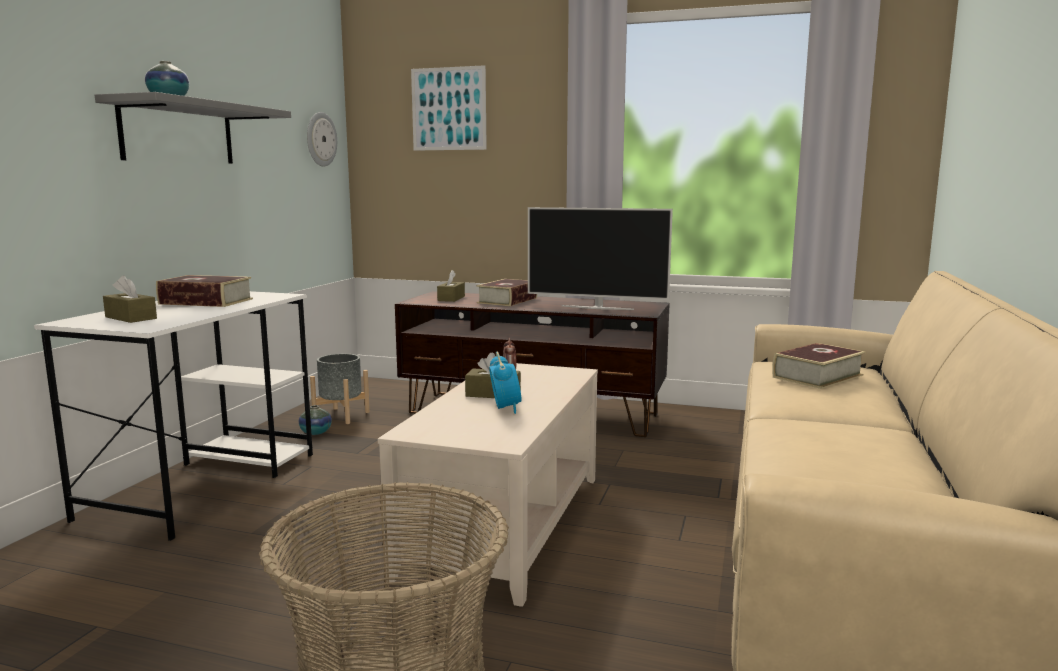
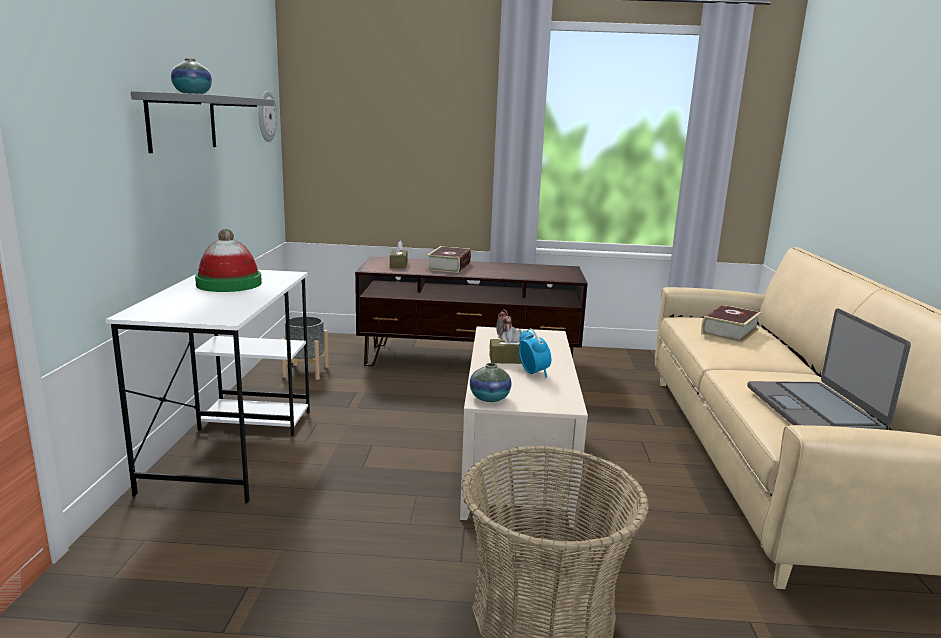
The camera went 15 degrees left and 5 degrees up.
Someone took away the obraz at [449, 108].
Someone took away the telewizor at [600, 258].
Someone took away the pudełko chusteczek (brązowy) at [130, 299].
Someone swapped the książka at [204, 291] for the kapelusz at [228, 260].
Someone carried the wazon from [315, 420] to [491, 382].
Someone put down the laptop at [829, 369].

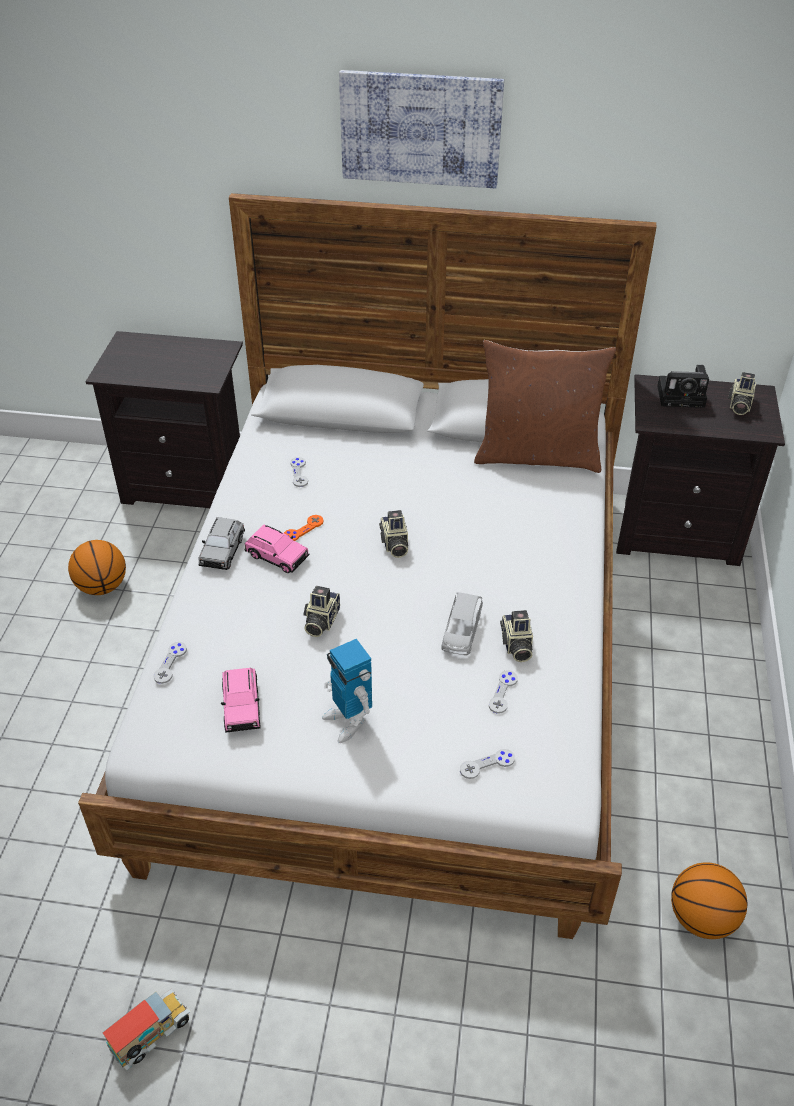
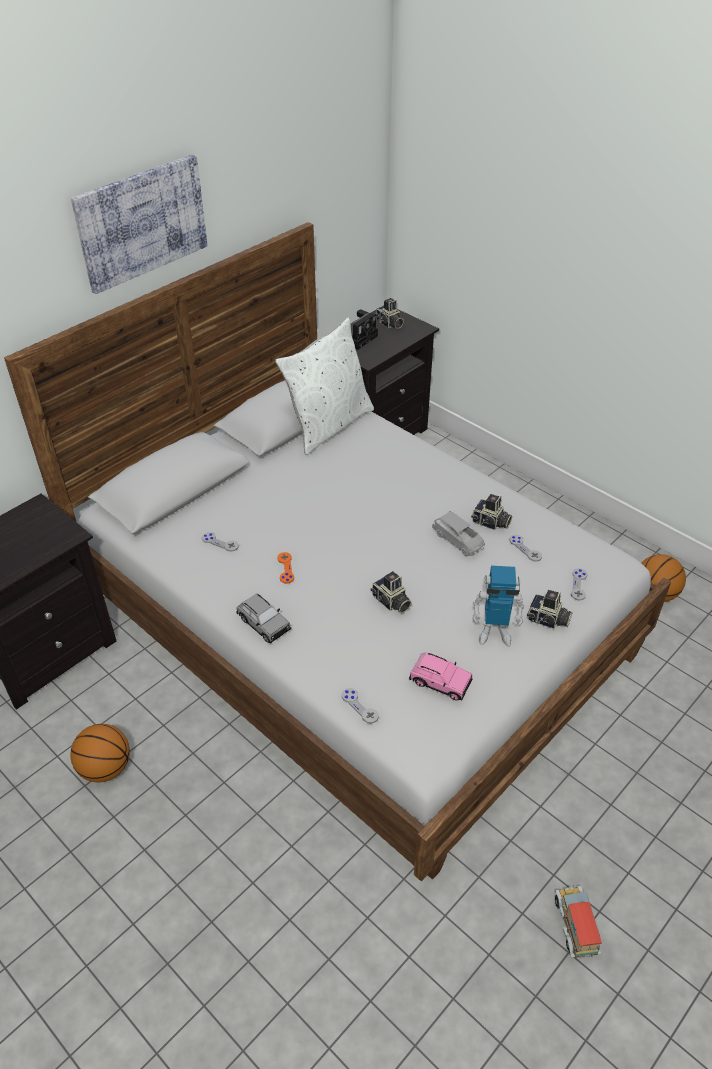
The camera went 55 degrees left and 0 degrees up.
Someone repainted the poduszka (brązowy) at [545, 406], which became the poduszka (biały) at [324, 386].
Someone carried the aparat fotograficzny from [393, 534] to [550, 609].
Someone took away the samochodzik (różowy) at [276, 549].

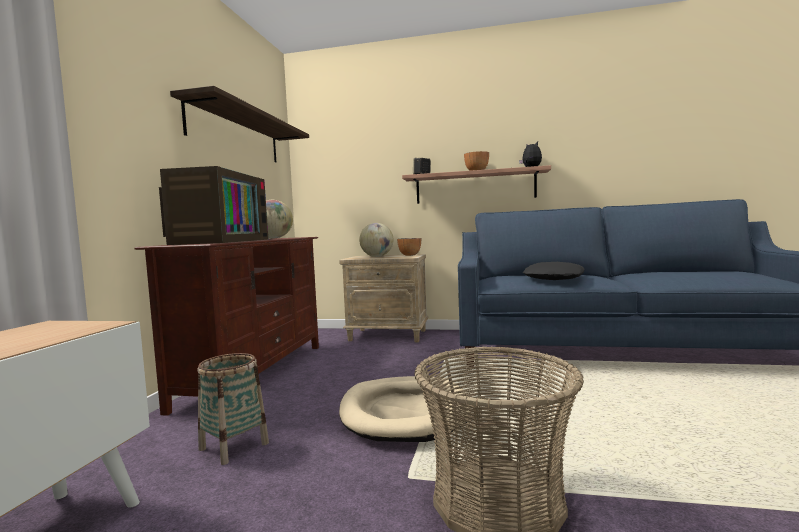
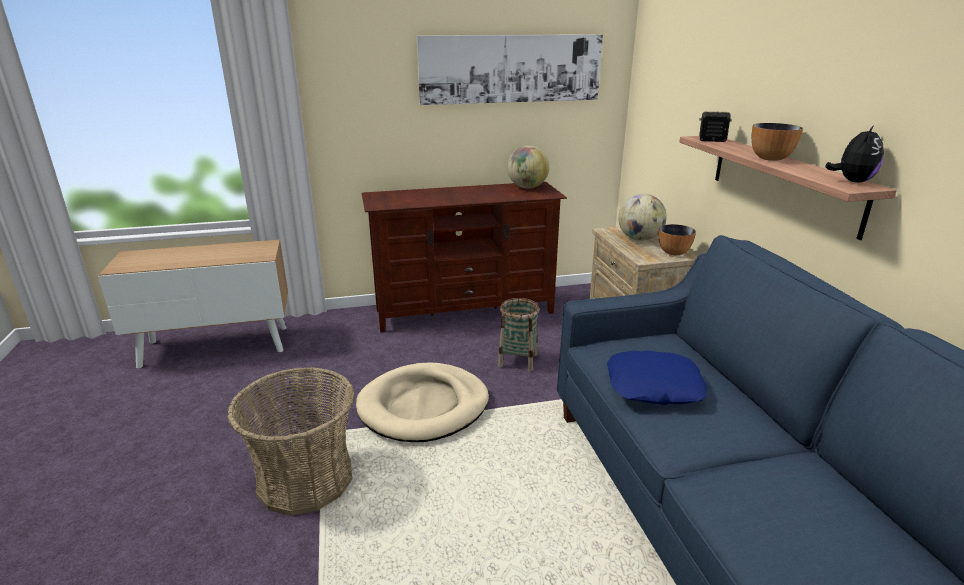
The camera went 65 degrees right and 20 degrees up.
Someone swapped the półka at [239, 124] for the obraz at [510, 70].
Someone took away the telewizor at [213, 205].
Someone repainted the poduszka (czarny) at [553, 271], which became the poduszka (niebieski) at [657, 377].
Someone carried the koszyk from [233, 409] to [518, 334].

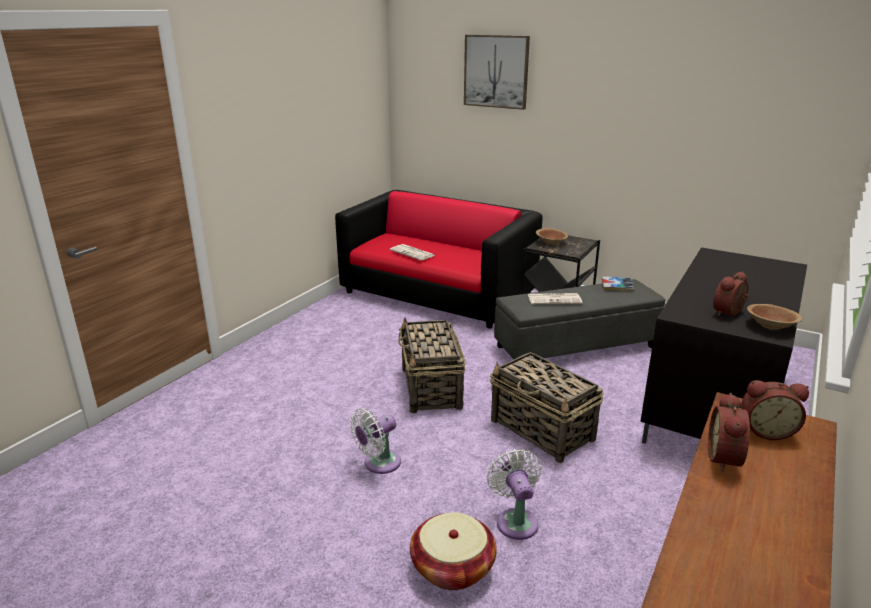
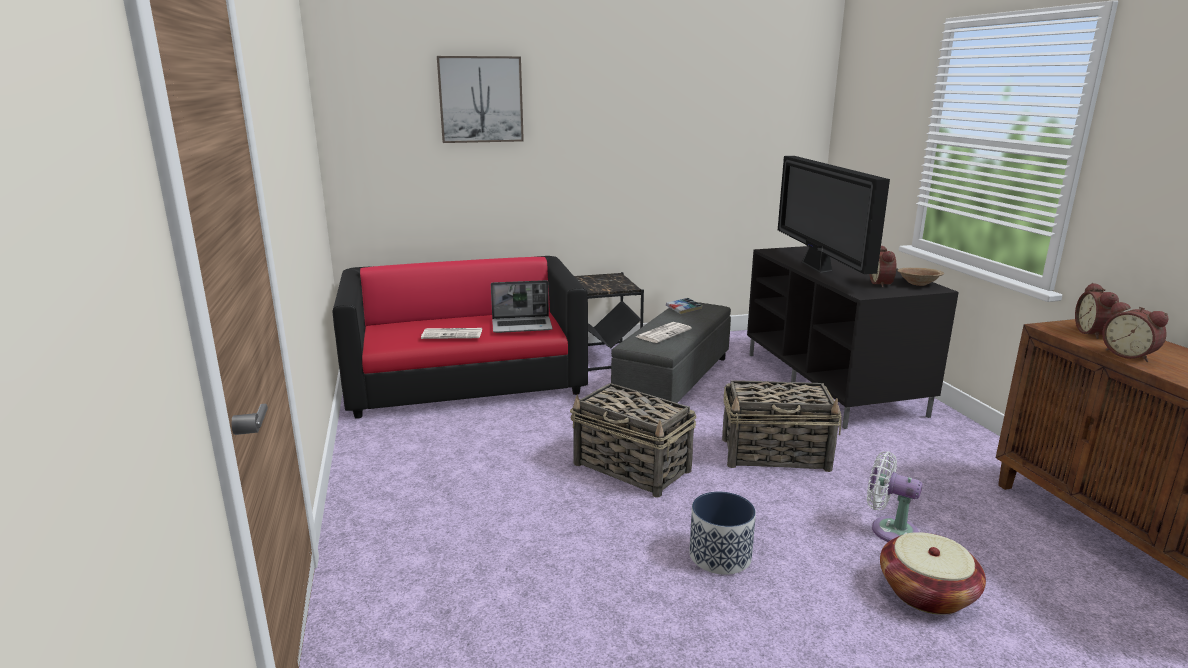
The camera went 45 degrees left and 5 degrees down.
Someone took away the miska (brązowy) at [552, 236].
Someone rotated the budzik at [775, 410] by 135 degrees clockwise.
Someone swapped the wentylator (biały) at [375, 441] for the donica at [722, 533].
Someone put down the telewizor at [834, 215].
Someone put down the laptop at [522, 306].

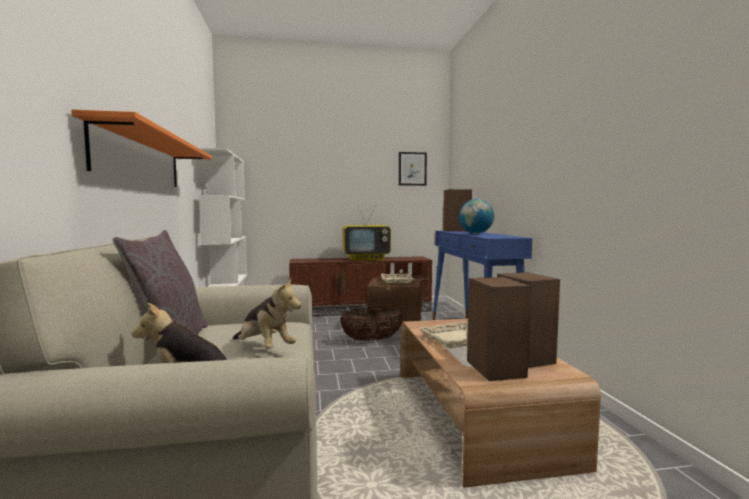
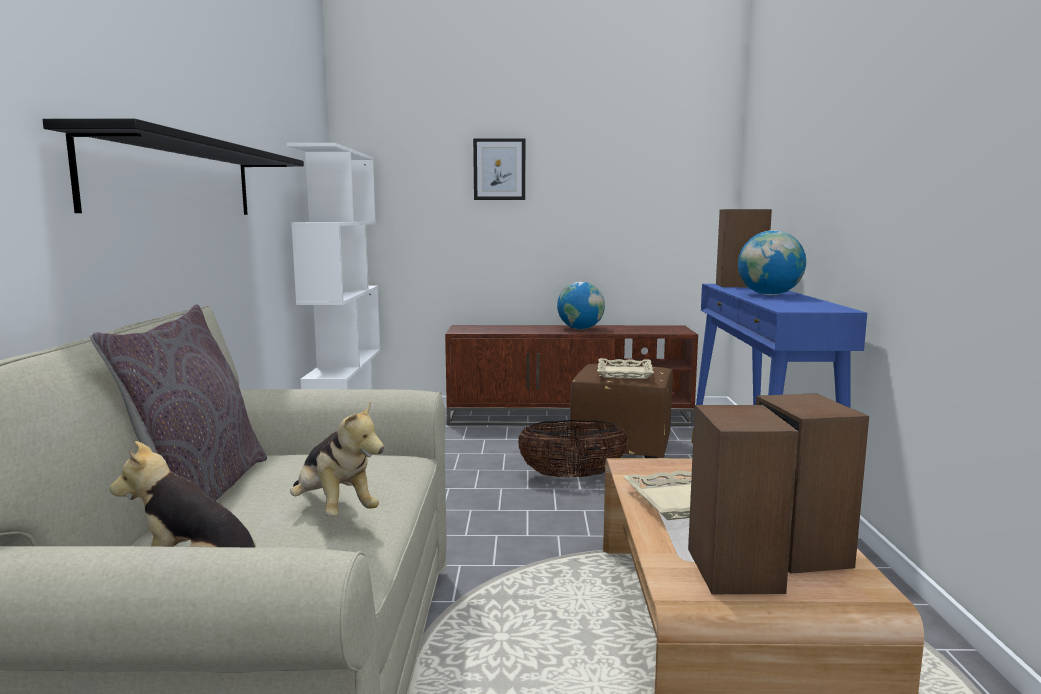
The camera went 10 degrees right and 5 degrees up.
Someone repainted the półka (pomarańczowy) at [141, 148], which became the półka (czarny) at [173, 166].
Someone carried the obraz from [413, 169] to [499, 169].
Someone swapped the telewizor at [367, 233] for the globus at [581, 305].

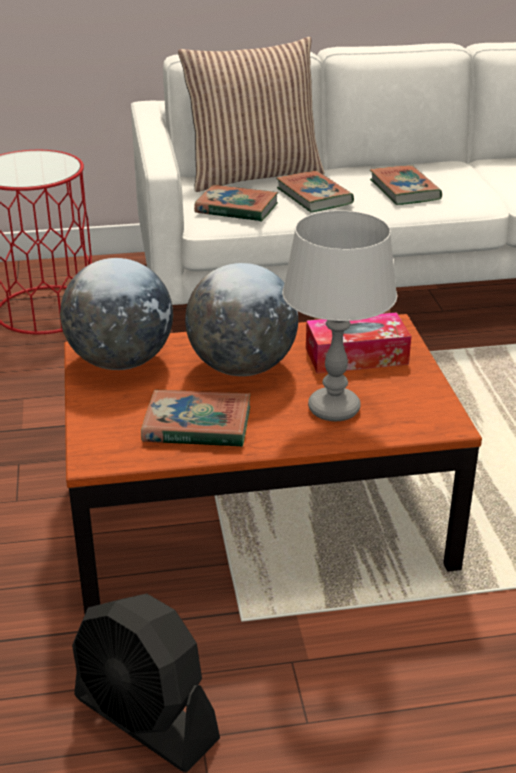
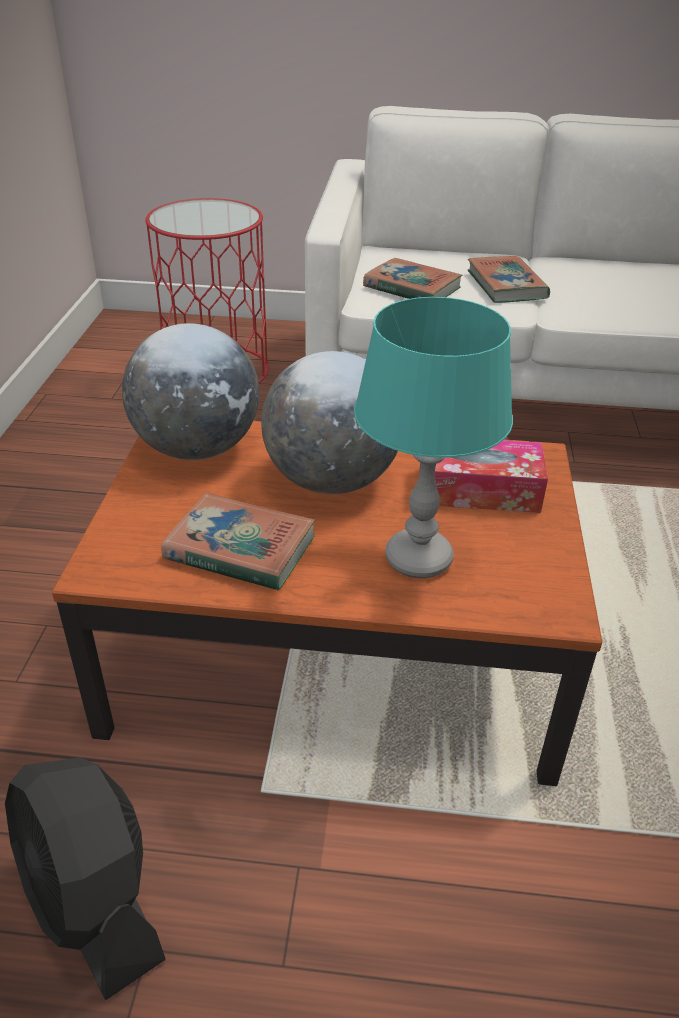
The camera went 15 degrees right and 5 degrees up.
Someone took away the poduszka at [251, 114].
Someone took away the książka at [406, 185].
Someone repainted the lampa stołowa (szary) at [339, 315], which became the lampa stołowa (turkusowy) at [433, 437].

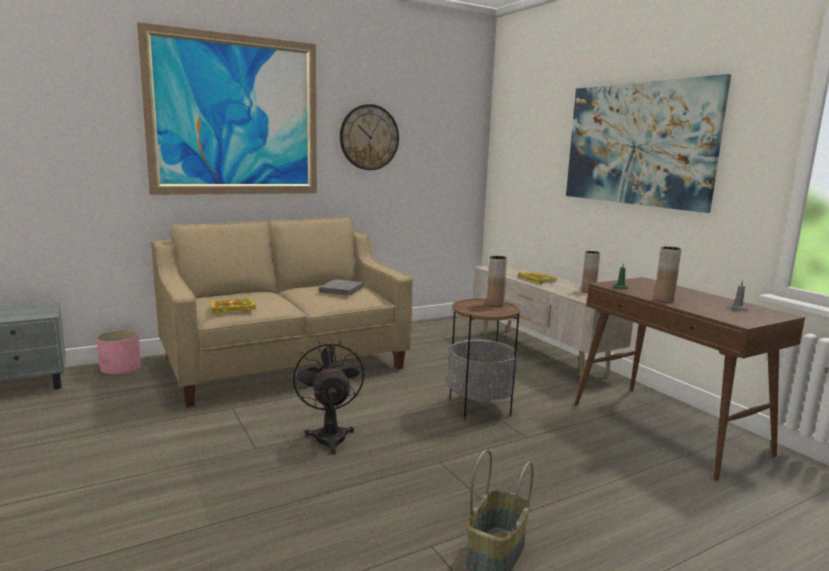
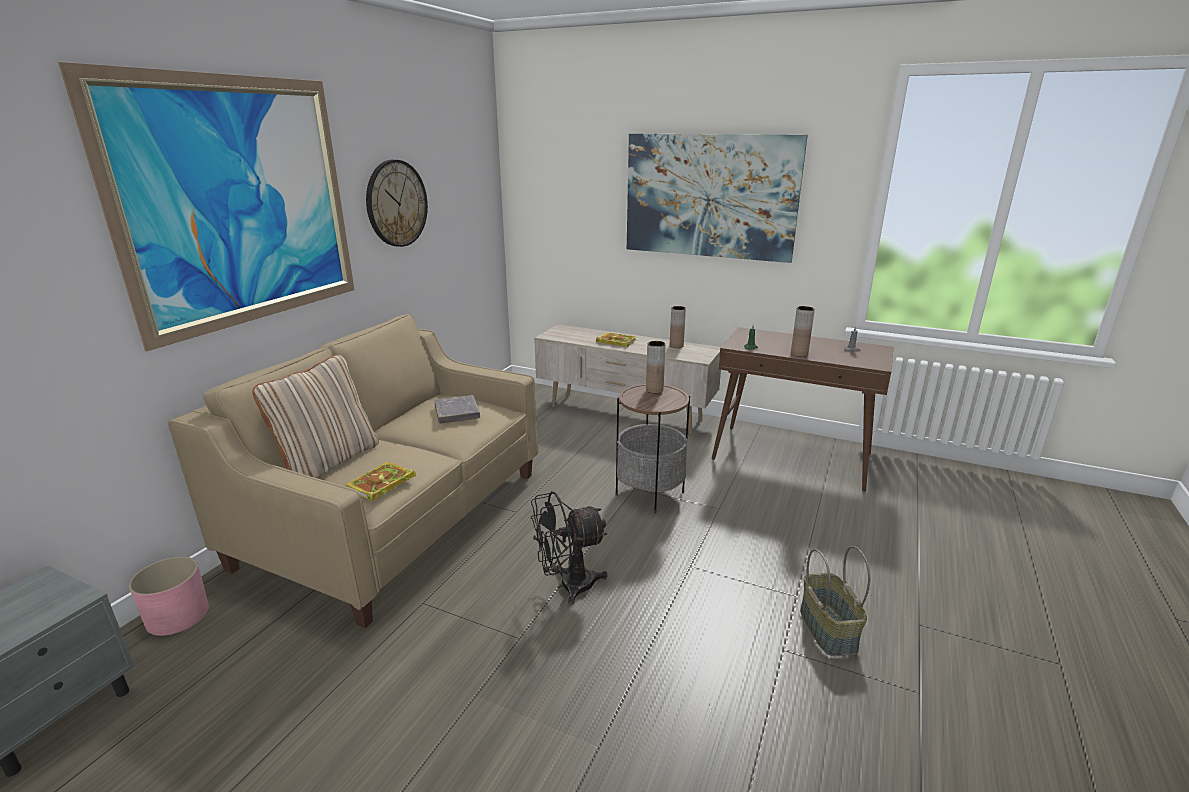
The camera went 35 degrees left and 10 degrees up.
Someone rotated the wentylator (czarny) at [328, 397] by 60 degrees counterclockwise.
Someone put down the poduszka (beżowy) at [315, 417].

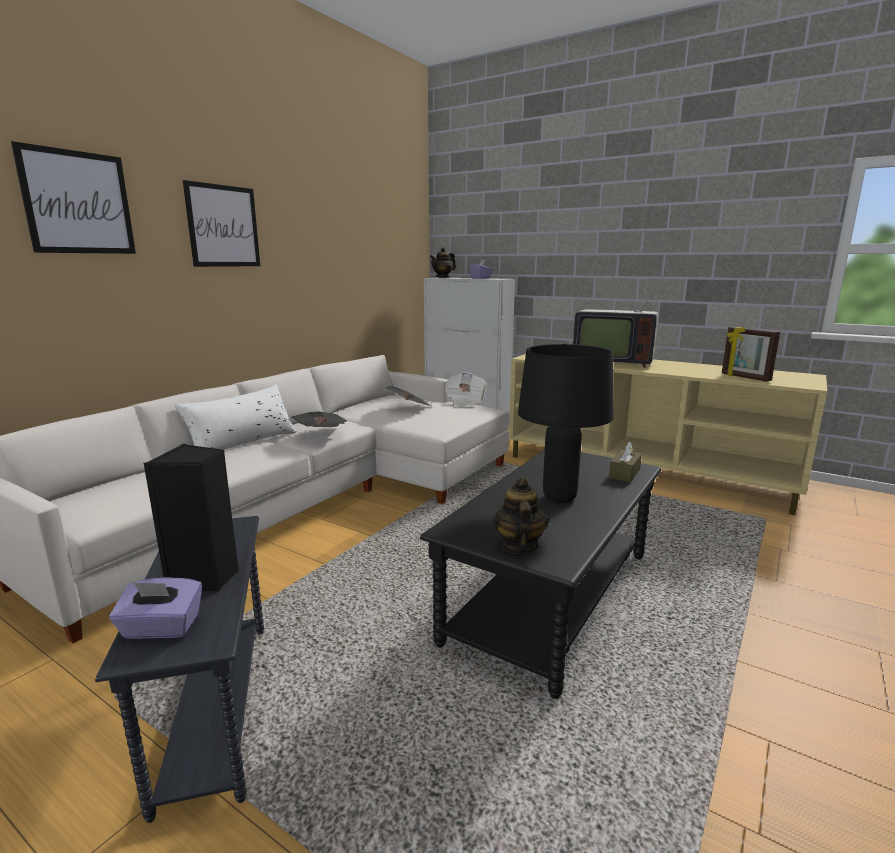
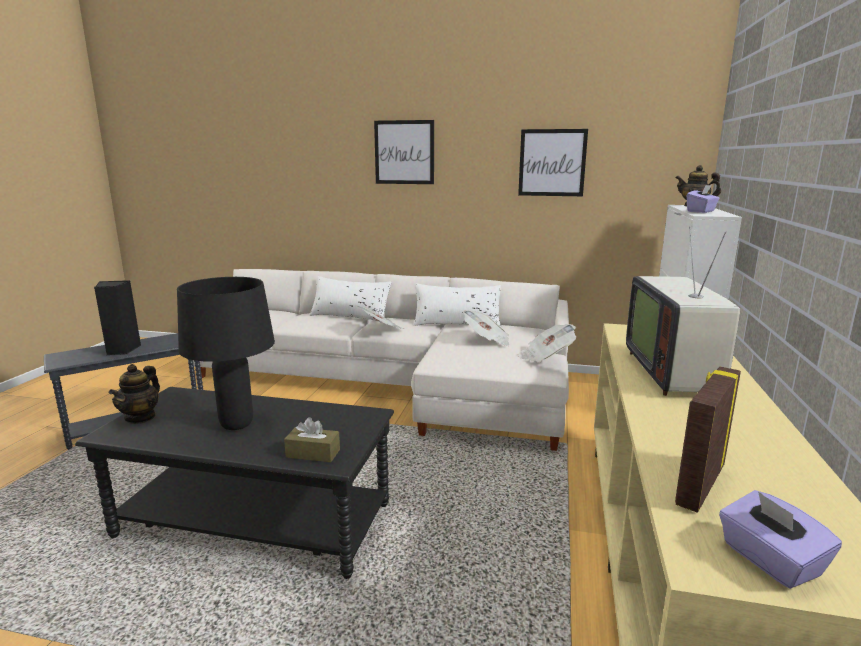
The camera went 70 degrees right and 0 degrees up.
Someone carried the obraz from [73, 197] to [553, 162].
Someone rotated the imbryk at [521, 515] by 120 degrees clockwise.
Someone carried the pudełko chusteczek (fioletowy) from [155, 608] to [780, 539].
Someone put down the poduszka (biały) at [457, 305].

